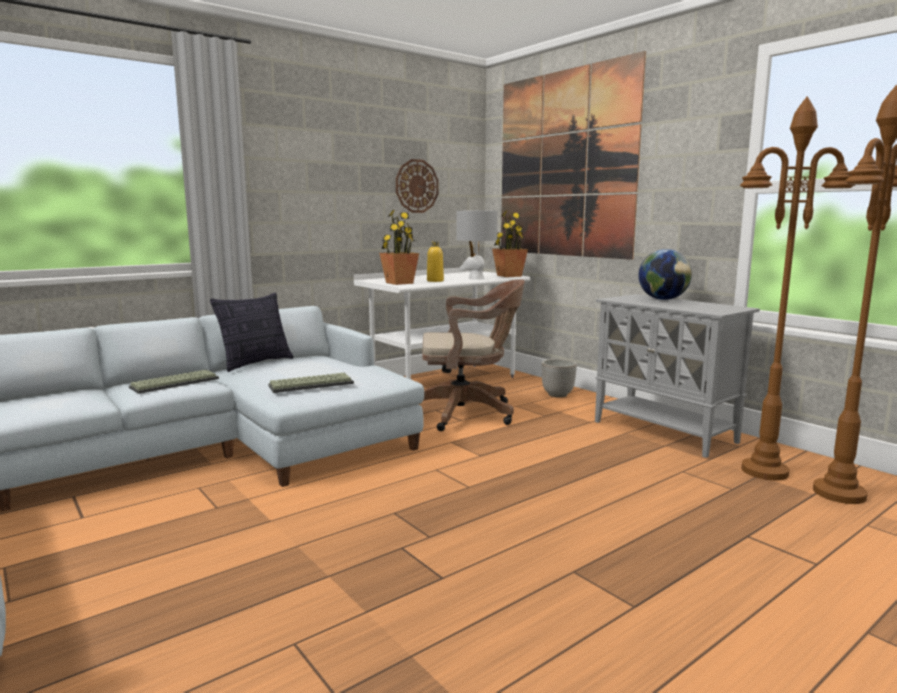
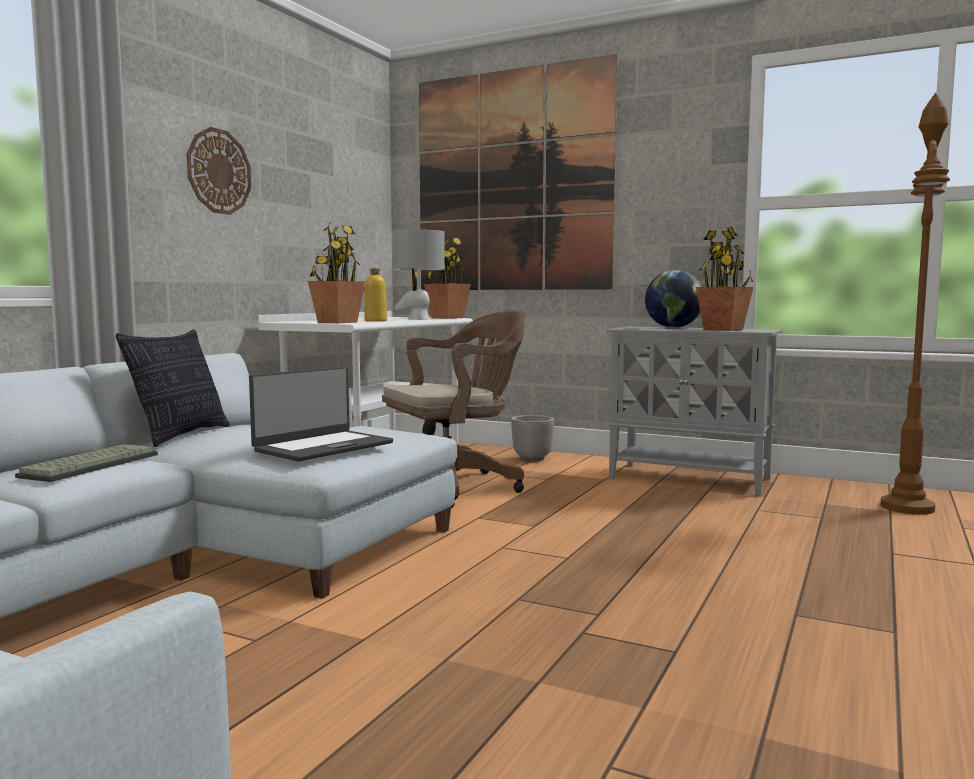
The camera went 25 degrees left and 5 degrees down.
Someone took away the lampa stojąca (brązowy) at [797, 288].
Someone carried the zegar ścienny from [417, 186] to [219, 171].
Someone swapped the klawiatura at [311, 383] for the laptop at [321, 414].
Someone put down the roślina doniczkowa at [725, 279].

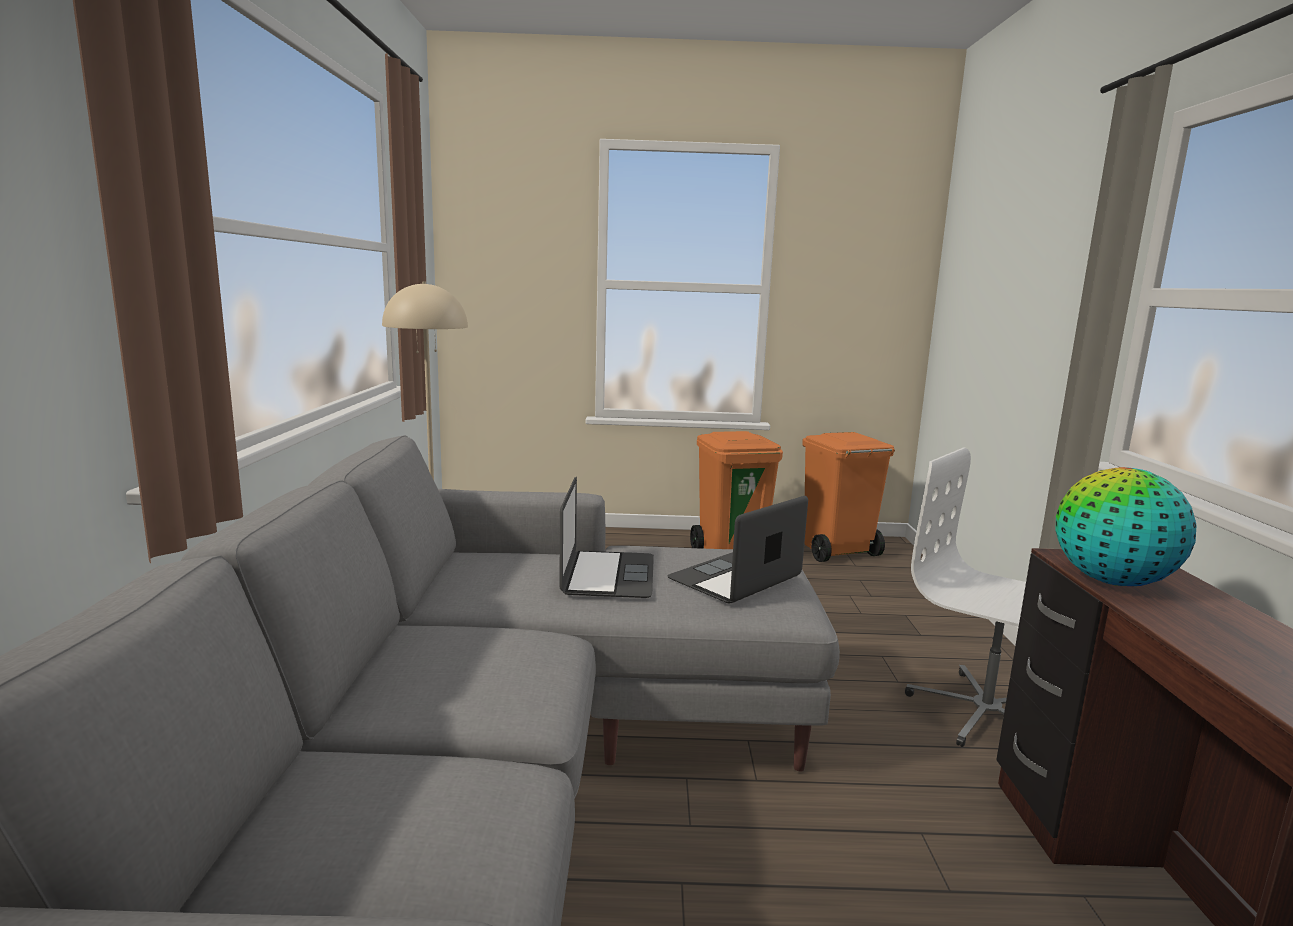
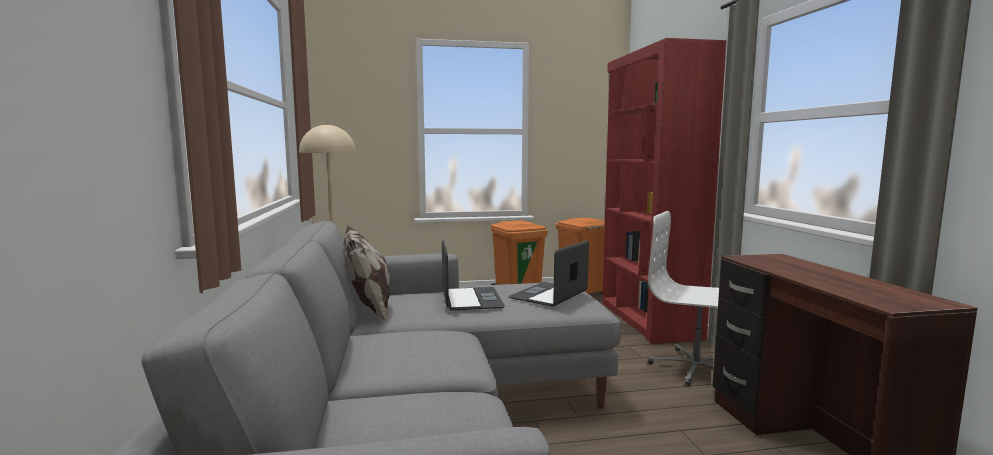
The camera went 10 degrees left and 5 degrees down.
Someone took away the globus at [1126, 526].
Someone put down the regał (czerwony) at [664, 191].
Someone put down the poduszka at [366, 273].

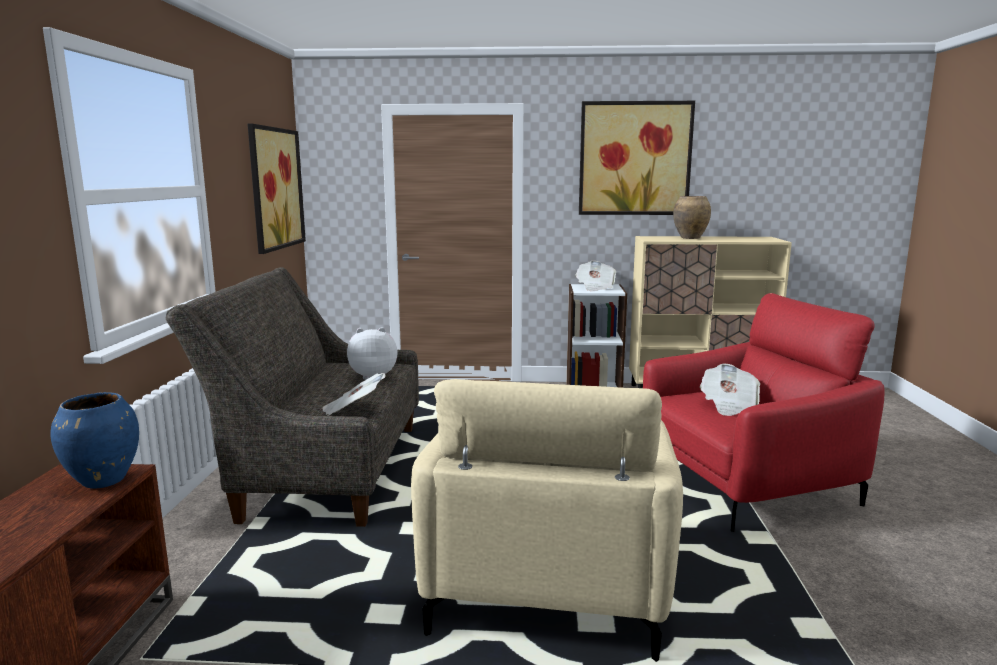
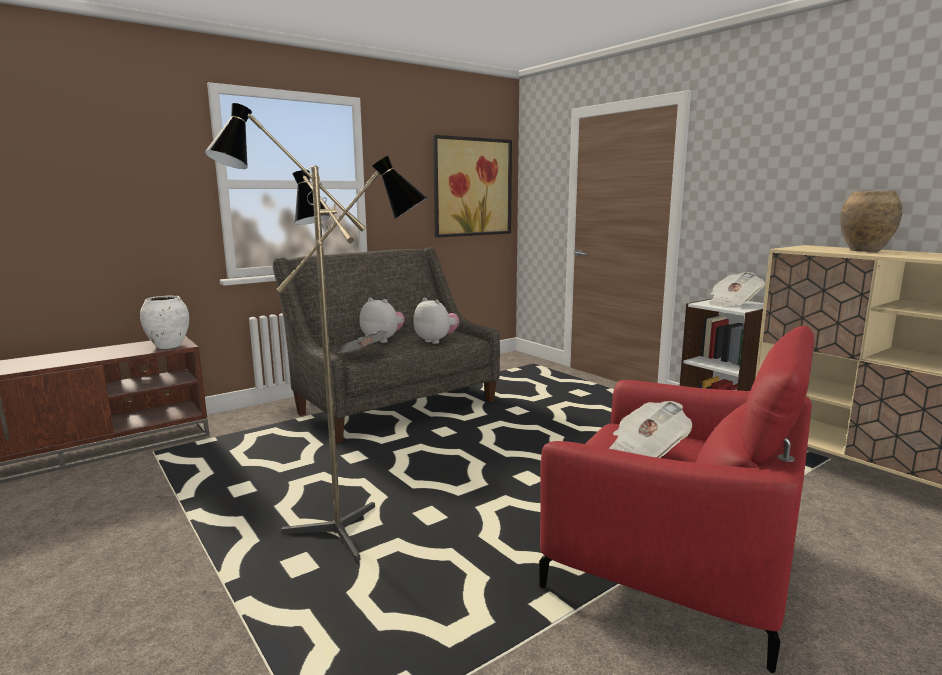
The camera went 50 degrees right and 0 degrees up.
Someone took away the obraz at [637, 158].
Someone swapped the fotel (beżowy) at [547, 520] for the lampa stojąca at [316, 332].
Someone repainted the wazon (niebieski) at [95, 440], which became the wazon (biały) at [164, 322].
Someone put down the pluszak at [382, 320].

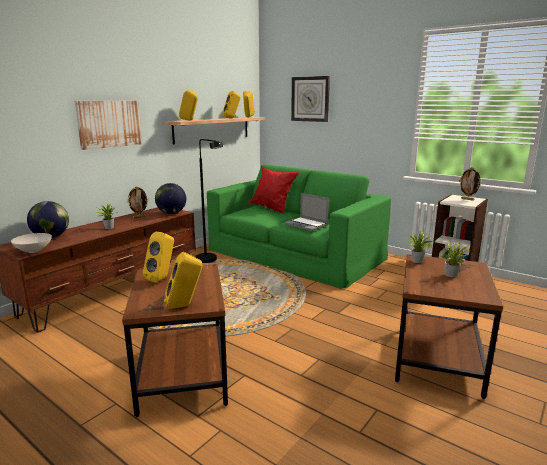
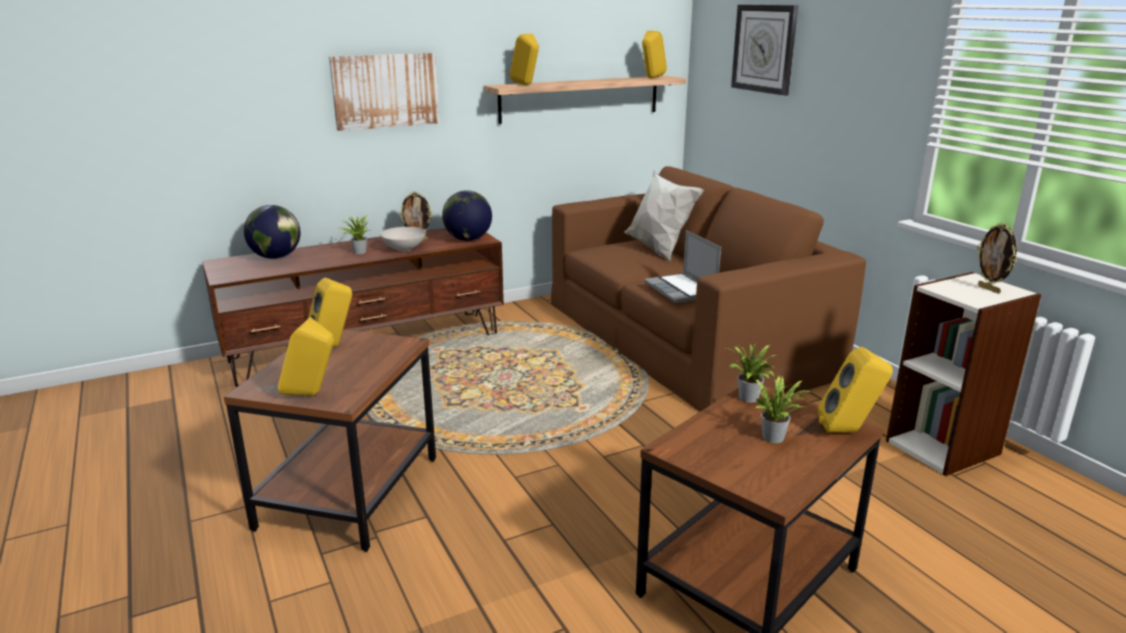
The camera went 25 degrees right and 5 degrees up.
Someone carried the głośnik (żółty) from [231, 104] to [855, 390].
Someone took away the lampa stojąca (czarny) at [209, 201].
Someone repainted the kanapa (zielony) at [299, 226], which became the kanapa (brązowy) at [708, 289].
Someone repainted the poduszka (czerwony) at [273, 190], which became the poduszka (biały) at [664, 216].
Someone carried the miska (biały) from [31, 243] to [403, 239].

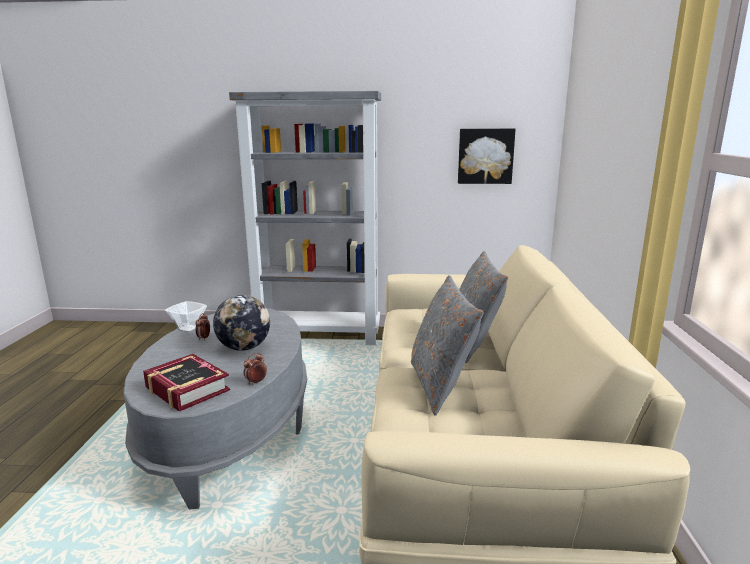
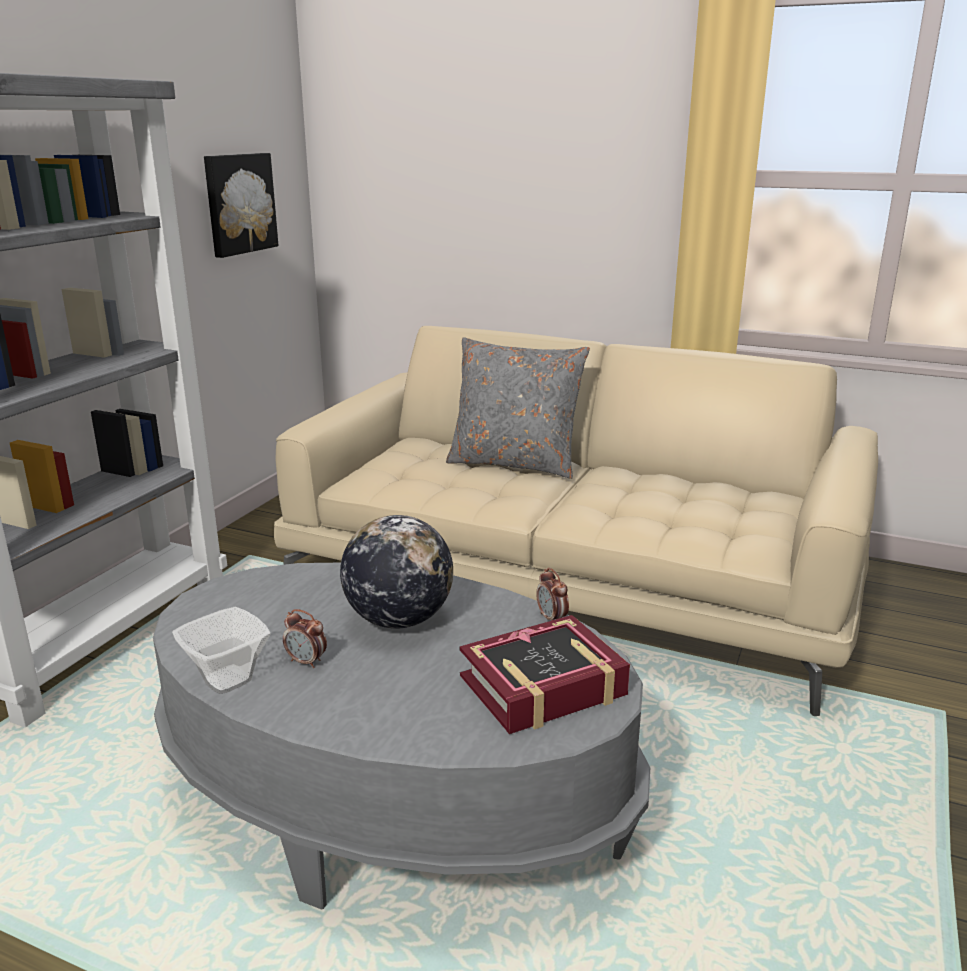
The camera went 70 degrees left and 5 degrees up.
Someone took away the poduszka (szary) at [447, 345].

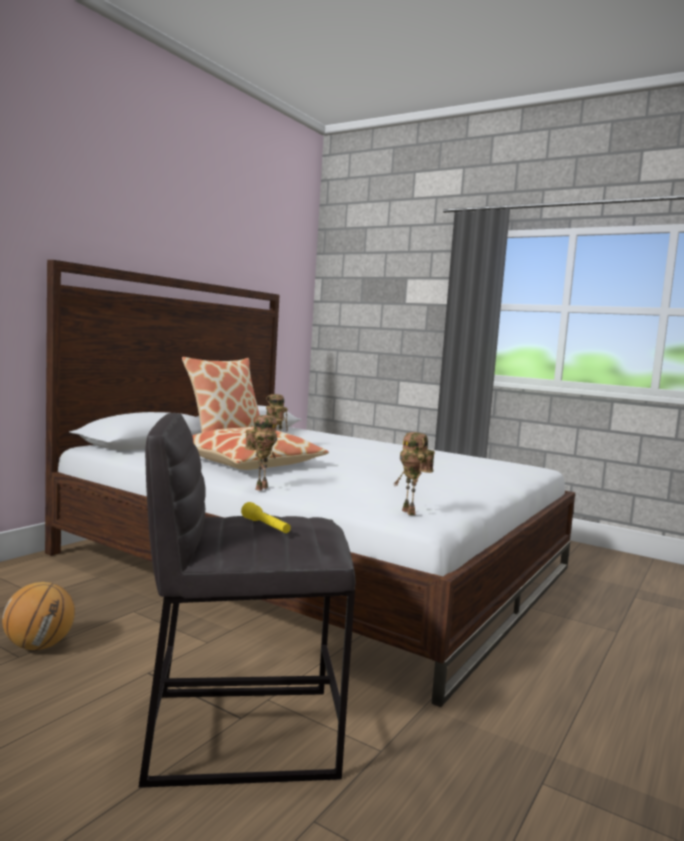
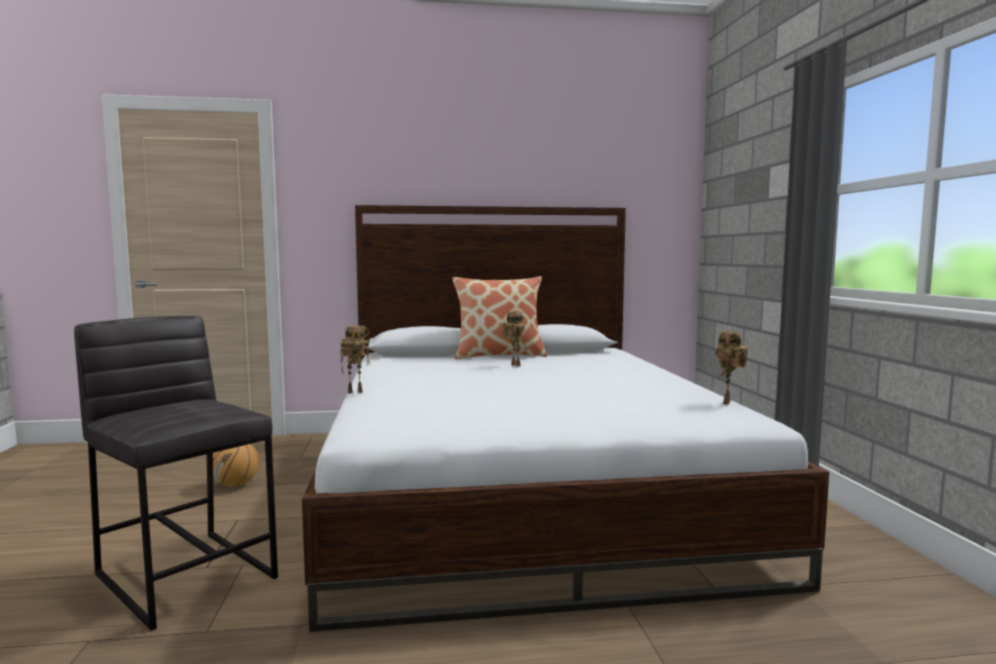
The camera went 50 degrees right and 0 degrees up.
Someone took away the poduszka at [260, 448].
Someone carried the robot zabawkowy from [414, 473] to [731, 367].
Someone took away the latarka (żółty) at [266, 517].

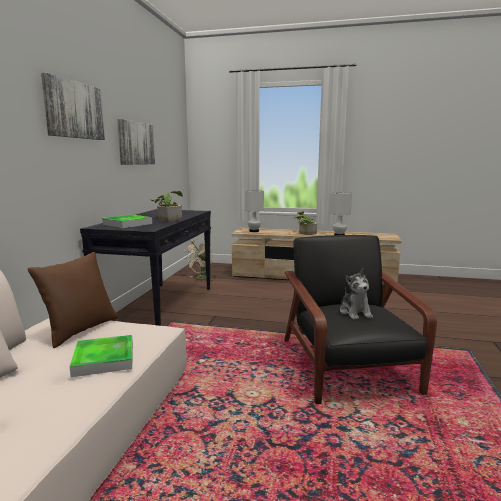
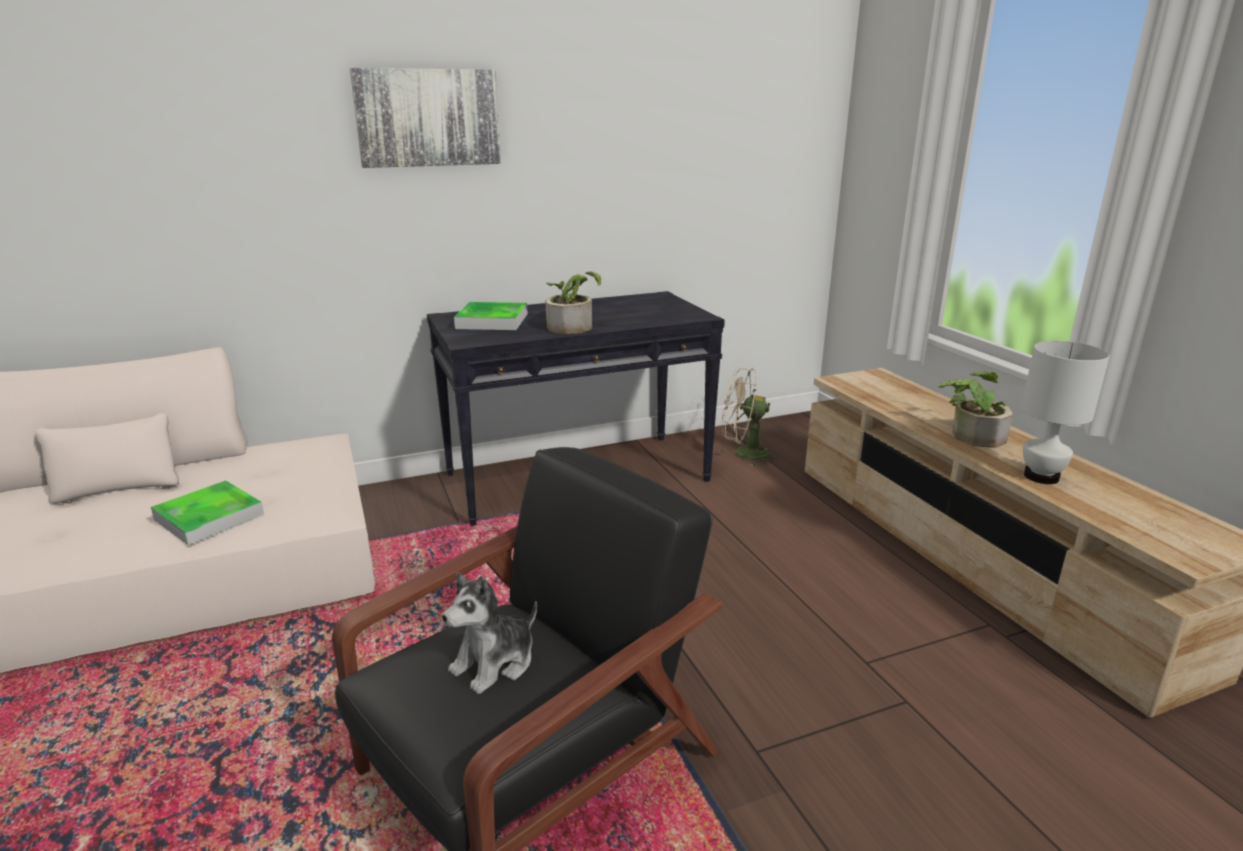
The camera went 55 degrees right and 10 degrees up.
Someone took away the obraz at [136, 142].
Someone took away the lampa stołowa (biały) at [254, 211].
Someone took away the poduszka (brązowy) at [72, 300].

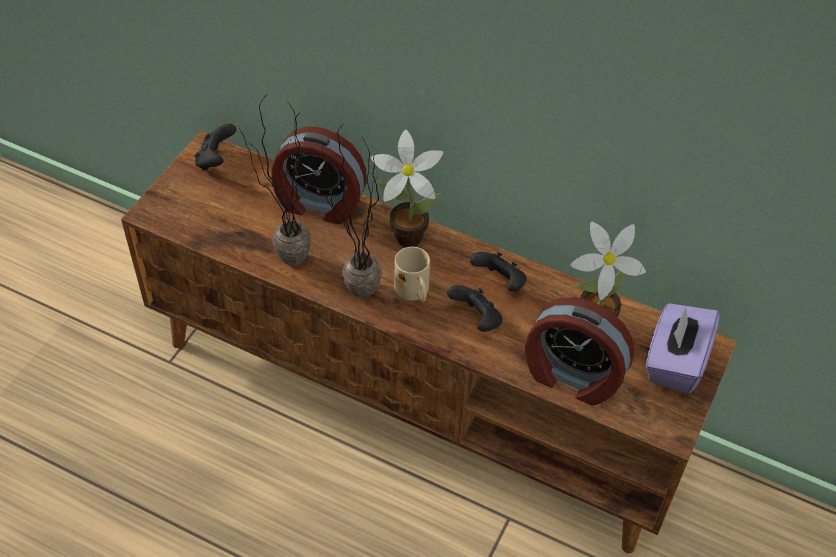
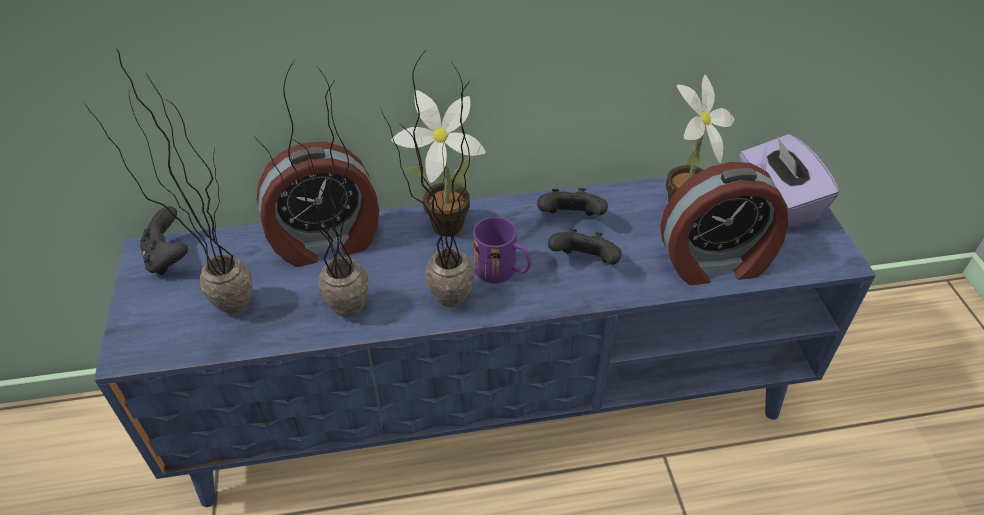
The camera went 35 degrees left and 5 degrees down.
Someone repainted the szafka pod telewizor (brązowy) at [429, 342], which became the szafka pod telewizor (niebieski) at [485, 342].
Someone repainted the kubek (beżowy) at [412, 274], which became the kubek (fioletowy) at [502, 250].
Someone put down the roślina doniczkowa at [168, 182].

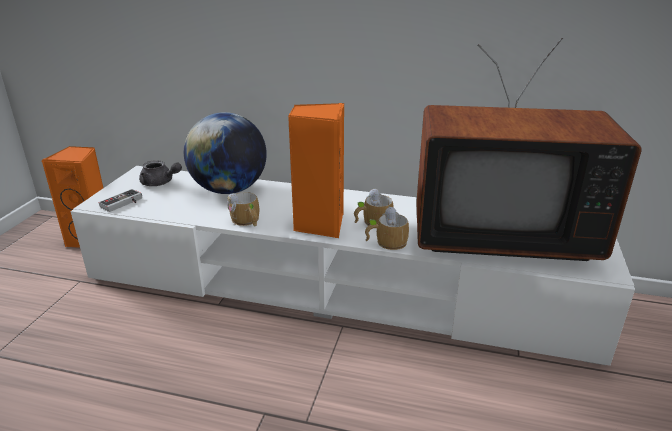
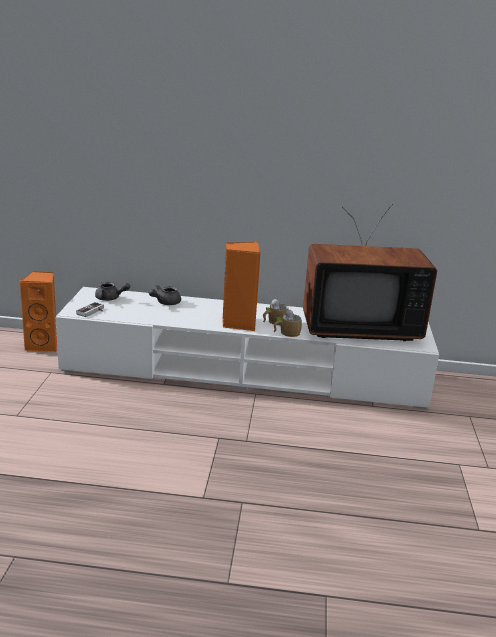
The camera went 10 degrees left and 5 degrees down.
Someone swapped the globus at [225, 153] for the imbryk (szary) at [165, 295].
Someone took away the kubek at [243, 209].

